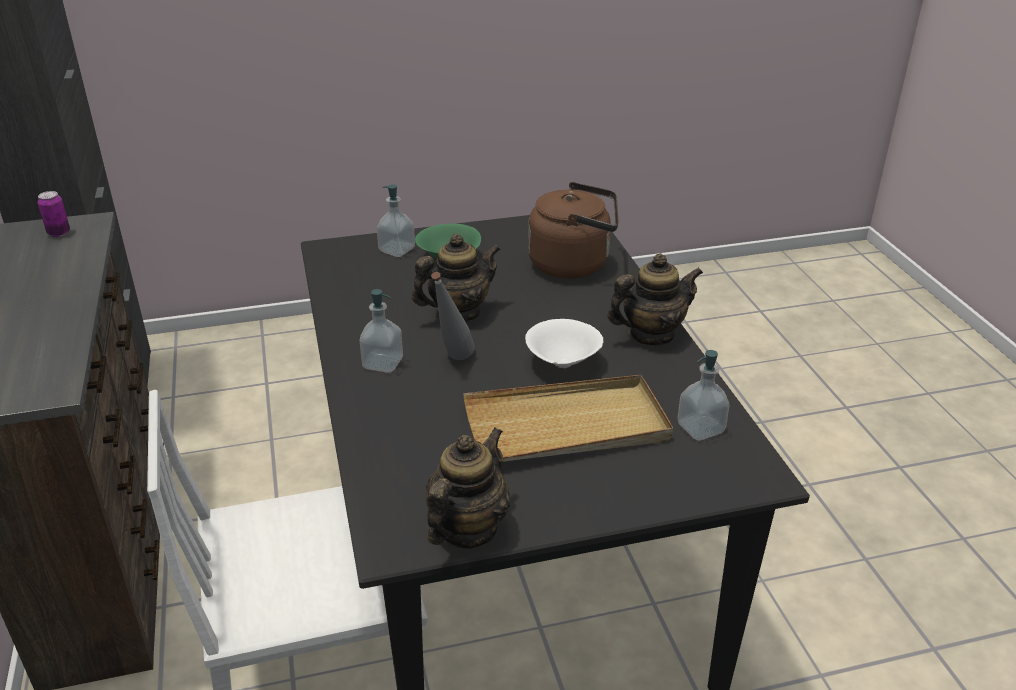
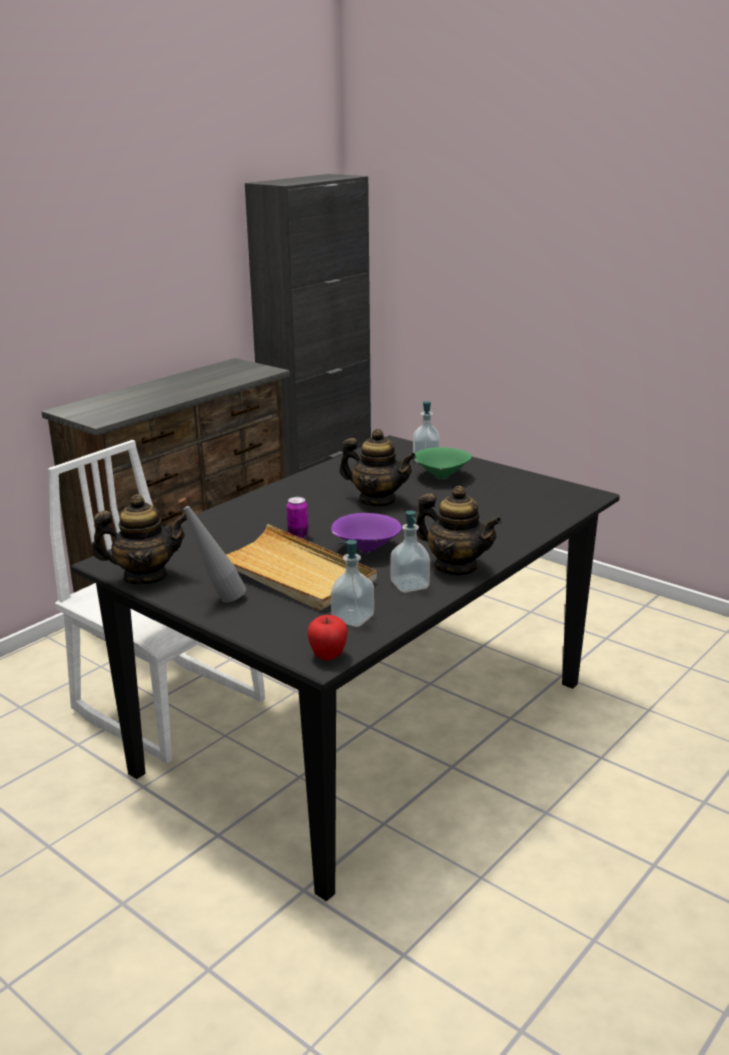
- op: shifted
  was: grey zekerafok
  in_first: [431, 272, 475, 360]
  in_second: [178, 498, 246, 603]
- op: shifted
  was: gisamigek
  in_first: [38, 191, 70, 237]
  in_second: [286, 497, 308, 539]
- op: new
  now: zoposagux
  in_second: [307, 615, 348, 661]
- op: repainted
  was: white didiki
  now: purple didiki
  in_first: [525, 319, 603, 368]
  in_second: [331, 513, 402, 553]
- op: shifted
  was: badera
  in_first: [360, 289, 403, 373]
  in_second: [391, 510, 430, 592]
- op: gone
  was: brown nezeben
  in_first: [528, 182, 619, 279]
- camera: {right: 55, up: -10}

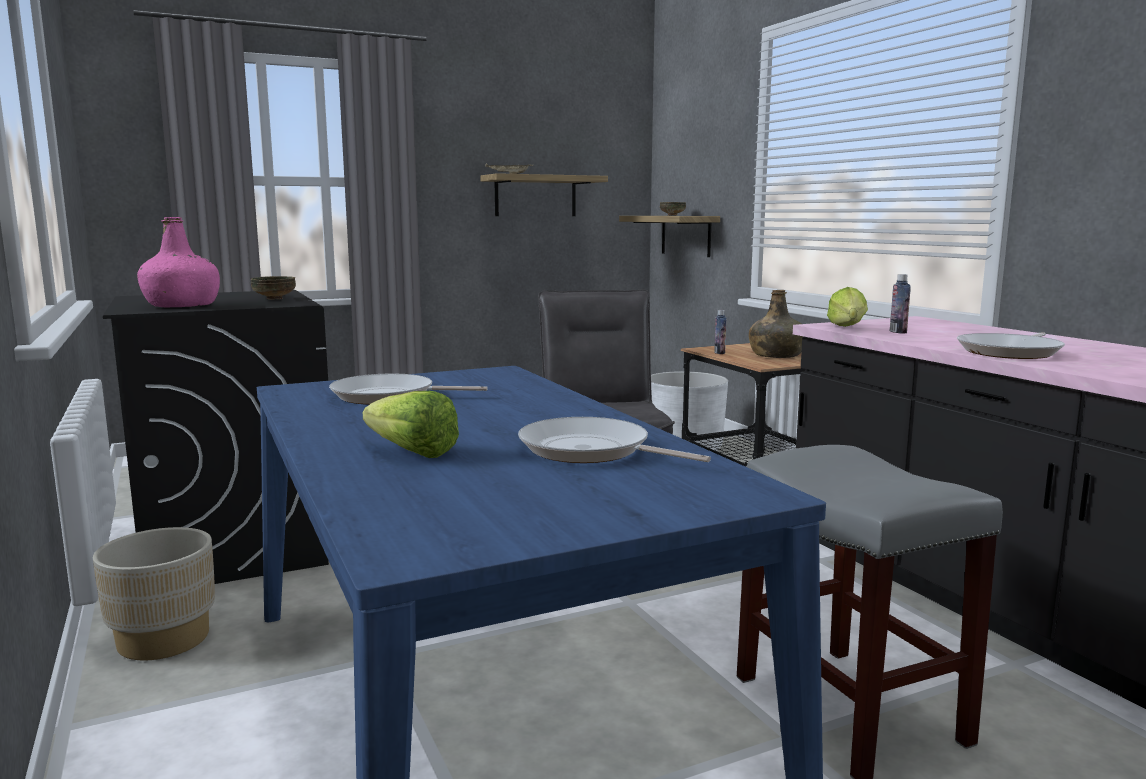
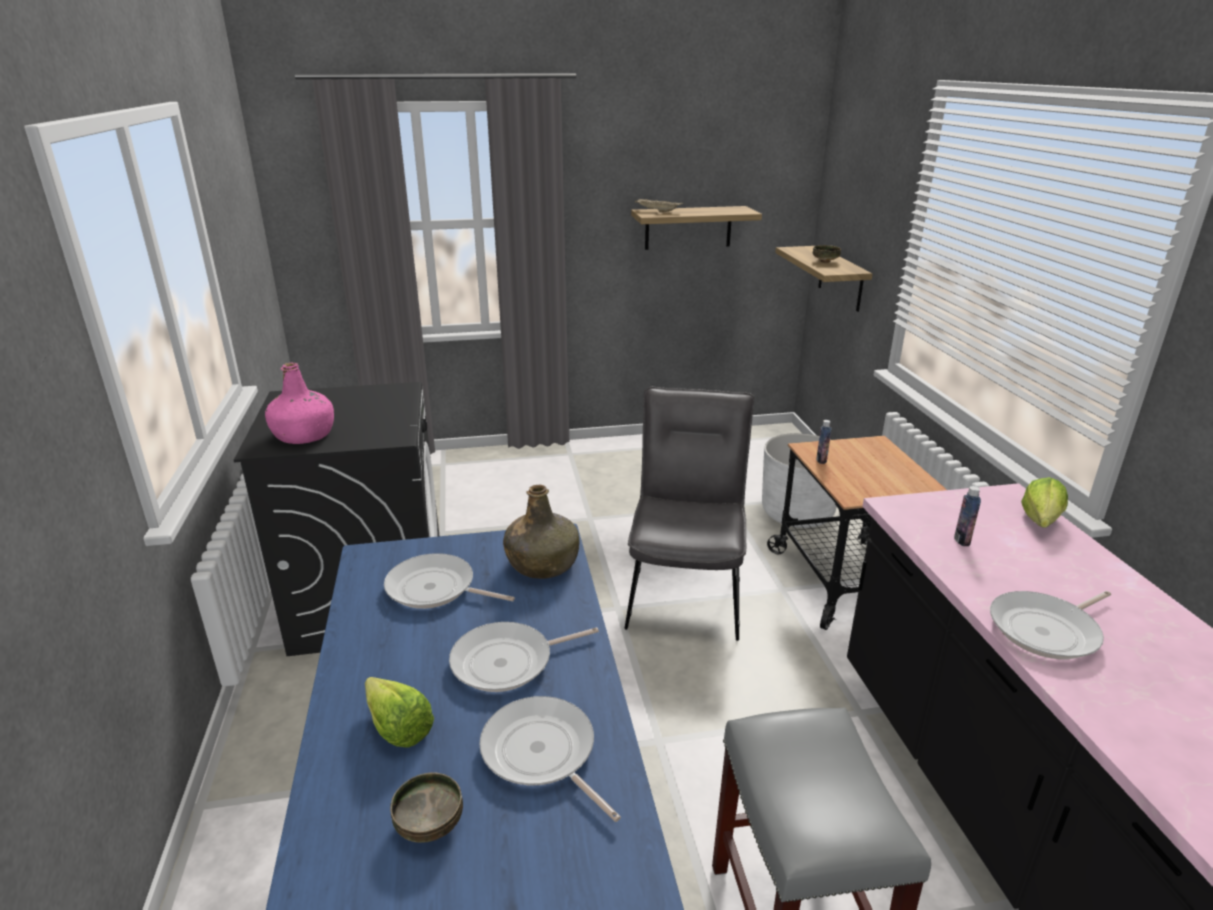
- op: shifted
  was: didiki
  in_first: [251, 276, 296, 300]
  in_second: [390, 773, 463, 843]
- op: new
  now: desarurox
  in_second: [449, 622, 599, 692]
- op: shifted
  was: green zekerafok
  in_first: [749, 290, 804, 358]
  in_second: [503, 485, 579, 579]
- op: shifted
  was: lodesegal
  in_first: [827, 287, 868, 327]
  in_second: [1021, 477, 1068, 528]
- op: gone
  was: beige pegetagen
  in_first: [93, 527, 215, 660]
- camera: {right: 15, up: 15}

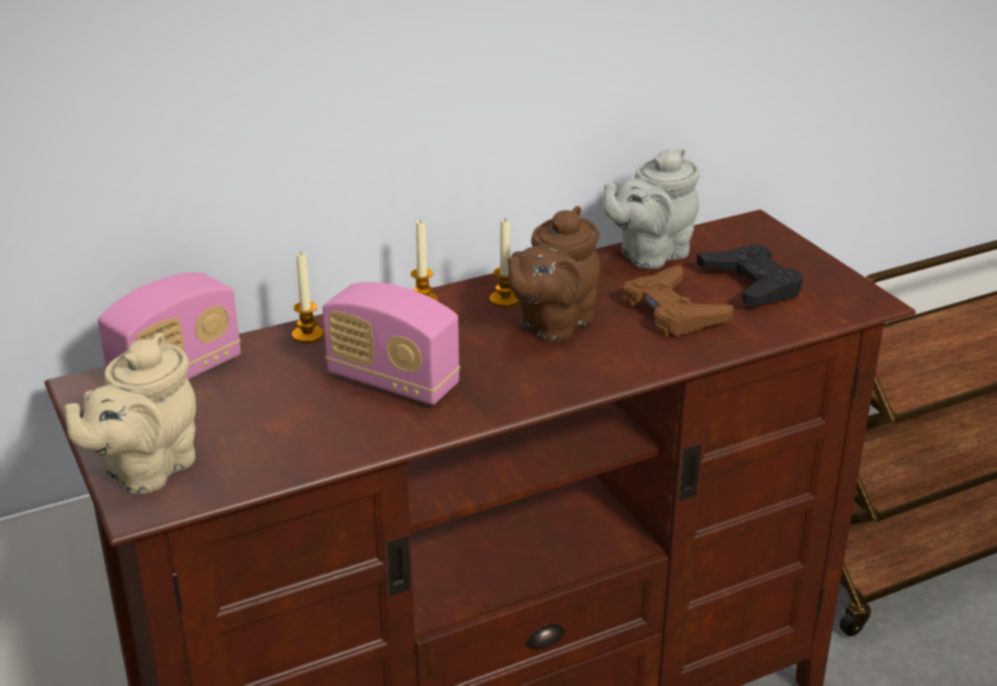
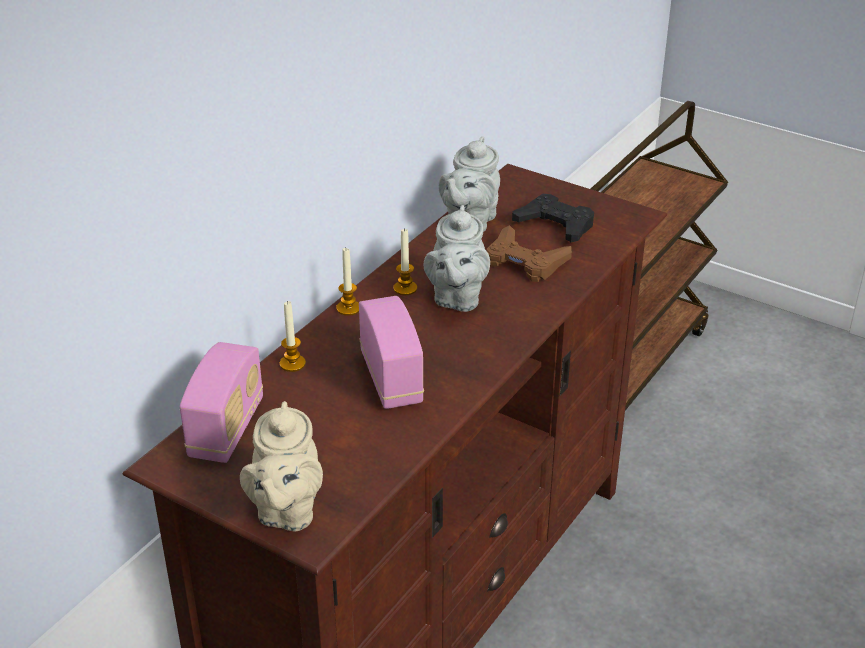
- op: rotated
  was: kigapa
  in_first: [322, 282, 460, 405]
  in_second: [359, 296, 424, 409]
  clockwise: -105
- op: repainted
  was: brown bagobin
  now: grey bagobin
  in_first: [507, 206, 600, 342]
  in_second: [424, 205, 490, 312]
- camera: {right: -30, up: 5}

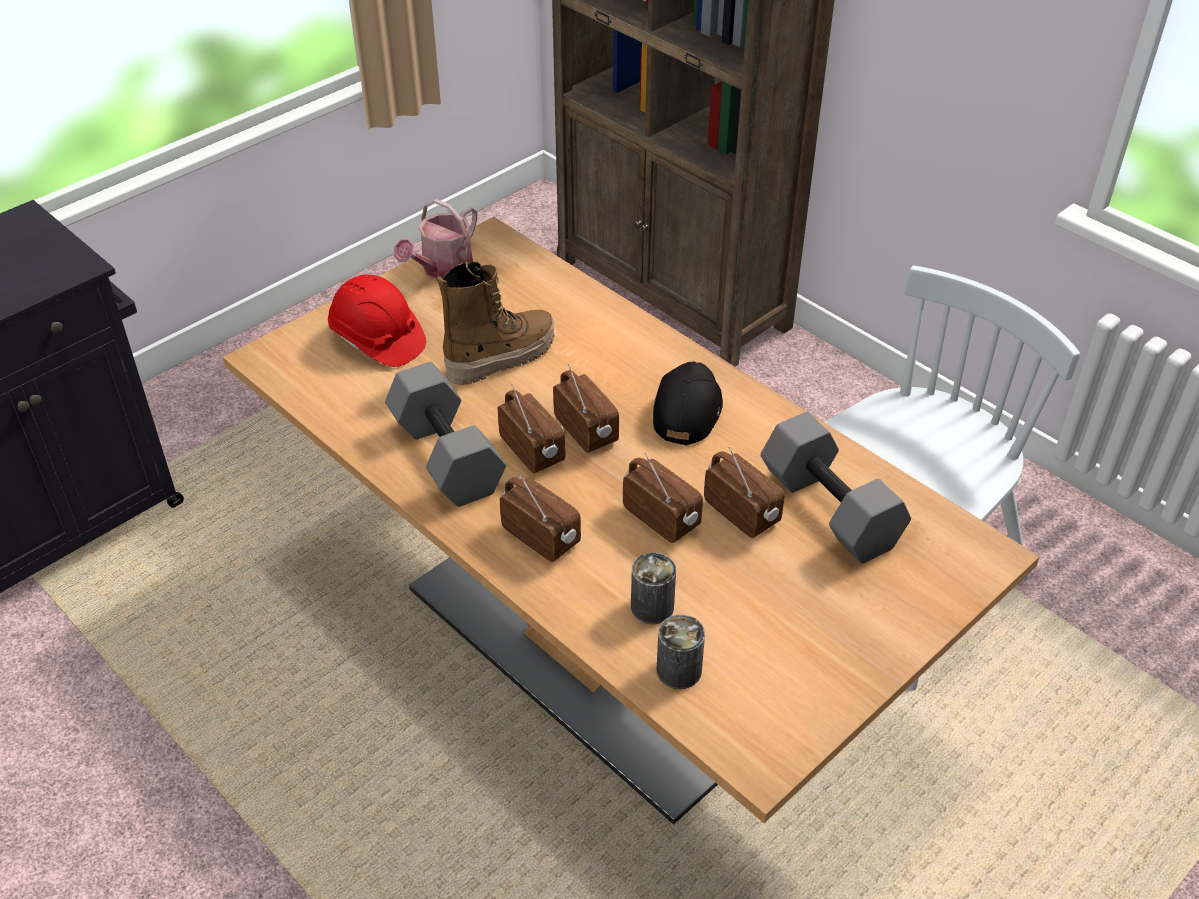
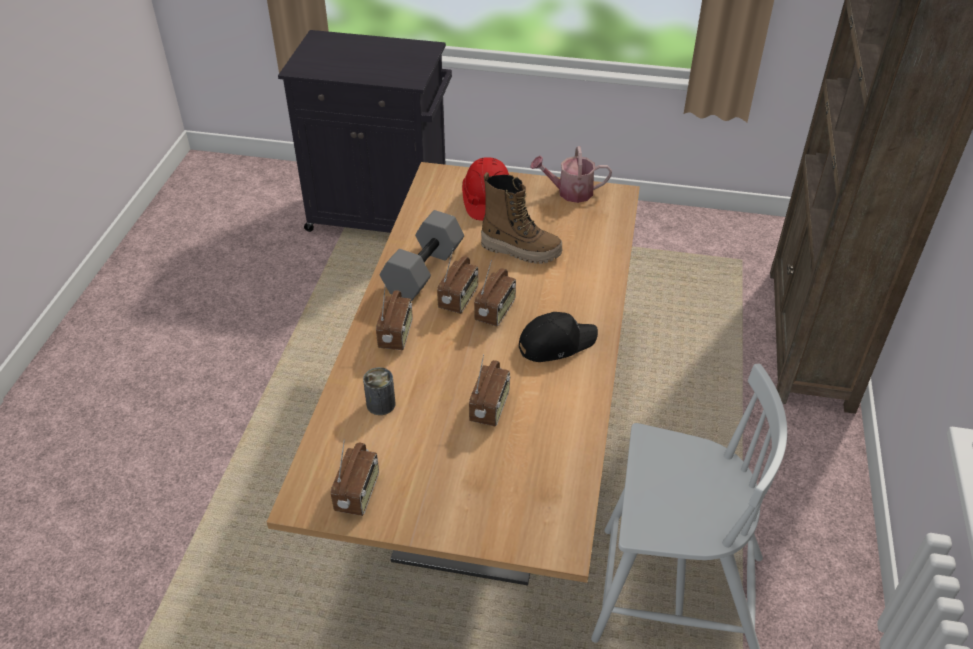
- op: shifted
  was: kigapa
  in_first: [623, 453, 703, 543]
  in_second: [331, 440, 379, 516]
- op: gone
  was: gisamigek
  in_first: [657, 615, 705, 689]
- op: gone
  was: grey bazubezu
  in_first: [761, 412, 911, 564]
- camera: {right: 55, up: 0}

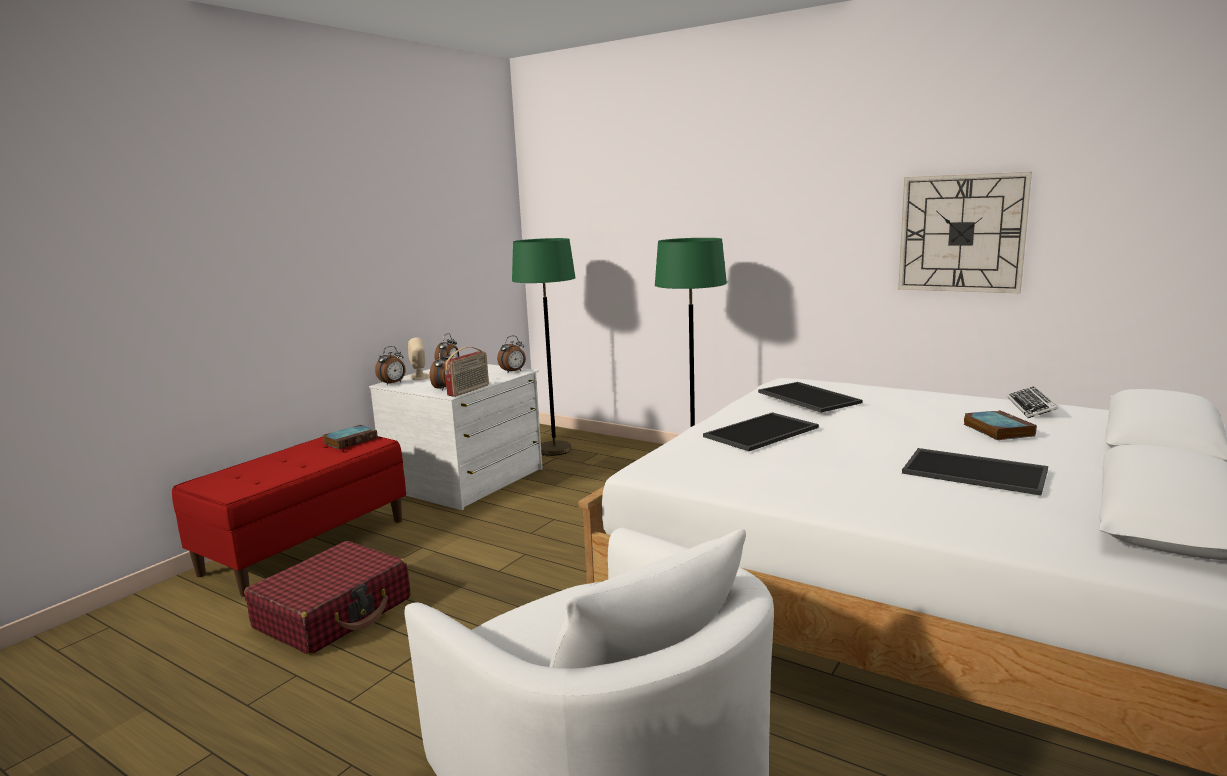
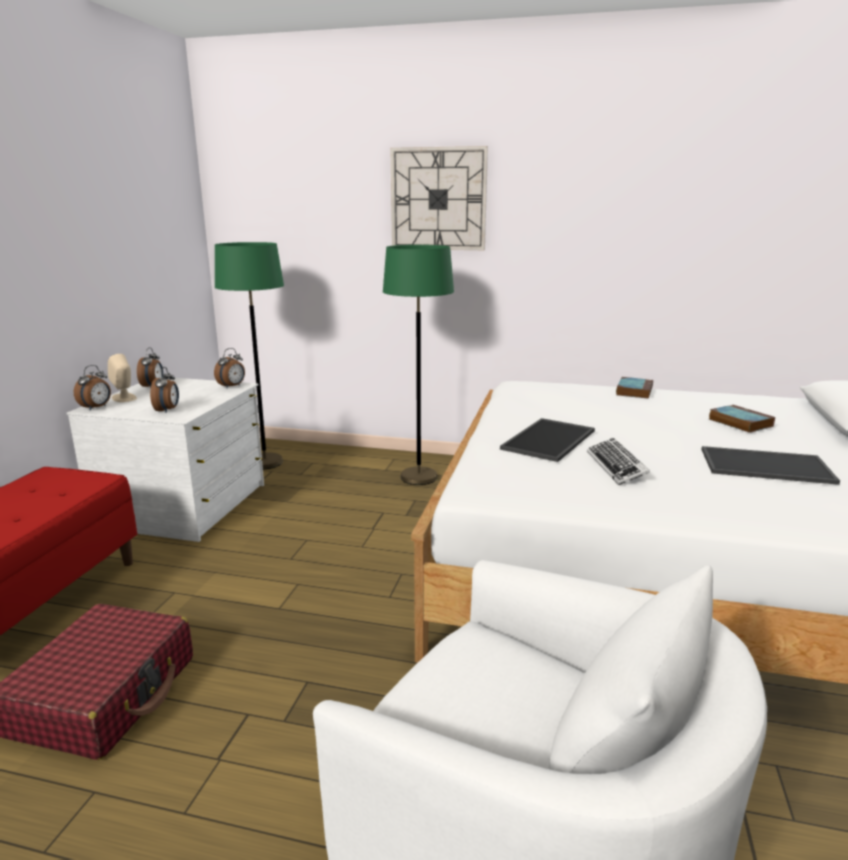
- op: shifted
  was: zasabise
  in_first: [898, 172, 1032, 293]
  in_second: [390, 146, 488, 250]
- op: shifted
  was: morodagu
  in_first: [1008, 386, 1058, 418]
  in_second: [587, 438, 650, 485]
- op: shifted
  was: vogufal
  in_first: [323, 425, 378, 449]
  in_second: [616, 377, 653, 399]
- op: gone
  was: kigapa
  in_first: [444, 347, 489, 397]
- op: gone
  was: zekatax
  in_first: [758, 382, 863, 413]
- camera: {right: -20, up: 5}

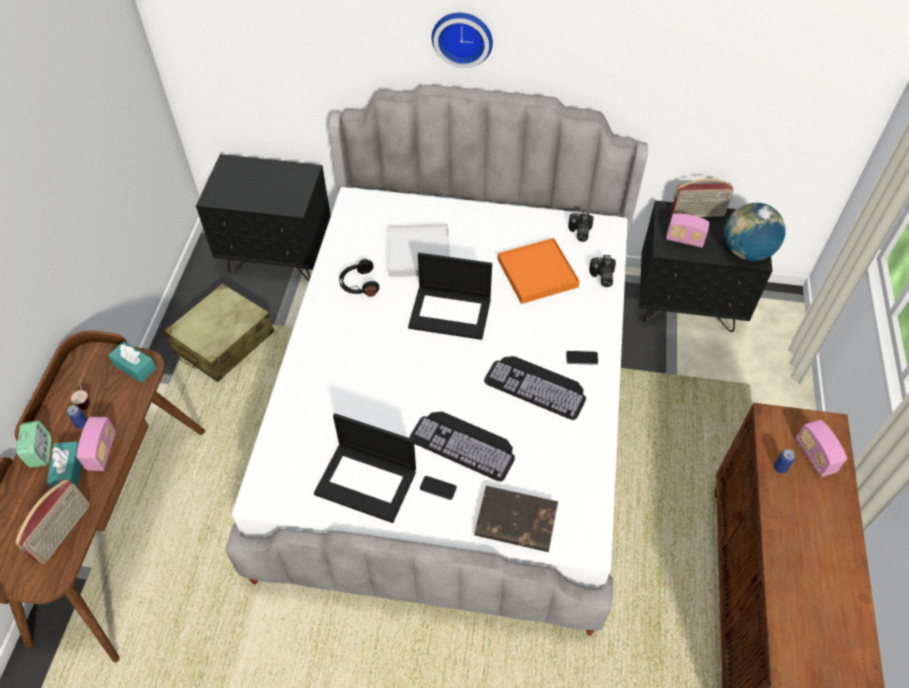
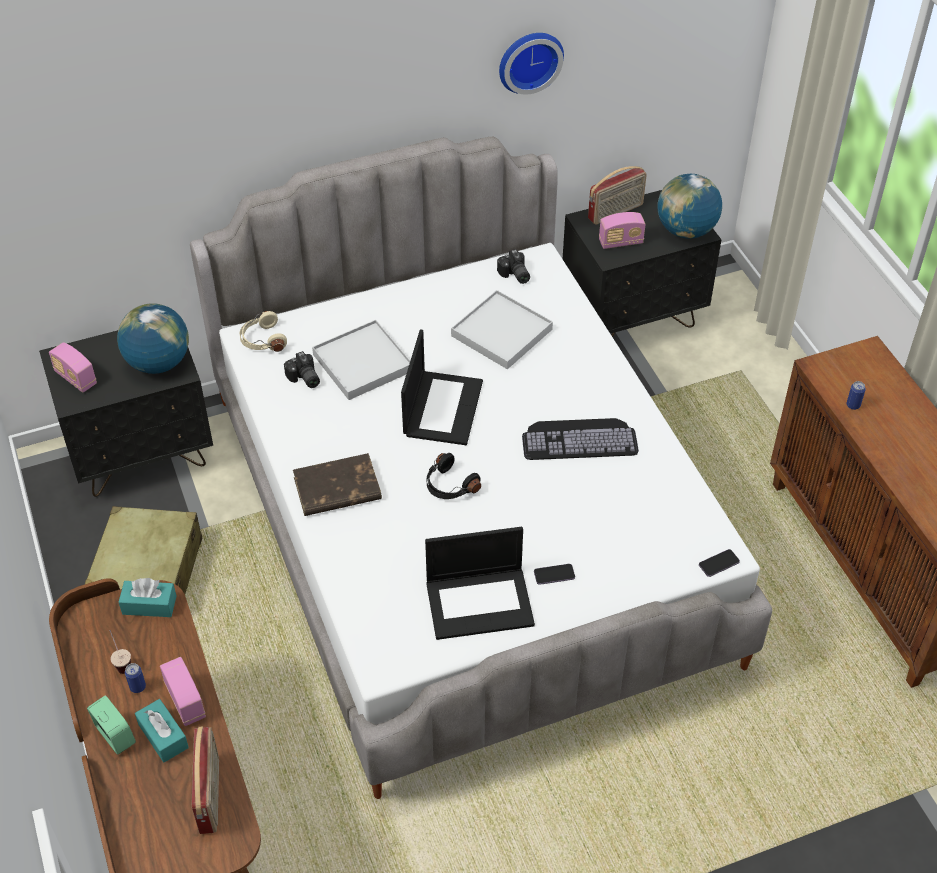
- op: shifted
  was: kigapa
  in_first: [796, 420, 847, 477]
  in_second: [49, 342, 97, 393]
- op: new
  now: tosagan
  in_second: [117, 303, 189, 374]
- op: new
  now: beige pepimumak
  in_second: [239, 311, 287, 352]
- op: shifted
  was: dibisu
  in_first: [589, 255, 616, 287]
  in_second: [284, 351, 320, 388]
- op: shifted
  was: brown vogufal
  in_first: [474, 486, 558, 552]
  in_second: [293, 453, 382, 516]
- op: rotated
  was: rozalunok
  in_first: [408, 253, 492, 340]
  in_second: [401, 330, 483, 445]
  clockwise: -60
- op: shifted
  was: black pepimumak
  in_first: [339, 259, 379, 297]
  in_second: [427, 453, 481, 499]
- op: repainted
  was: orange zekatax
  now: white zekatax
  in_first: [498, 238, 580, 304]
  in_second: [451, 290, 553, 369]
- op: shifted
  was: zasabise
  in_first: [432, 13, 493, 68]
  in_second: [499, 33, 564, 95]
- op: shifted
  was: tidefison
  in_first: [566, 351, 598, 365]
  in_second: [699, 549, 740, 577]
- op: gone
  was: morodagu
  in_first: [409, 412, 515, 482]
- camera: {right: -30, up: -5}

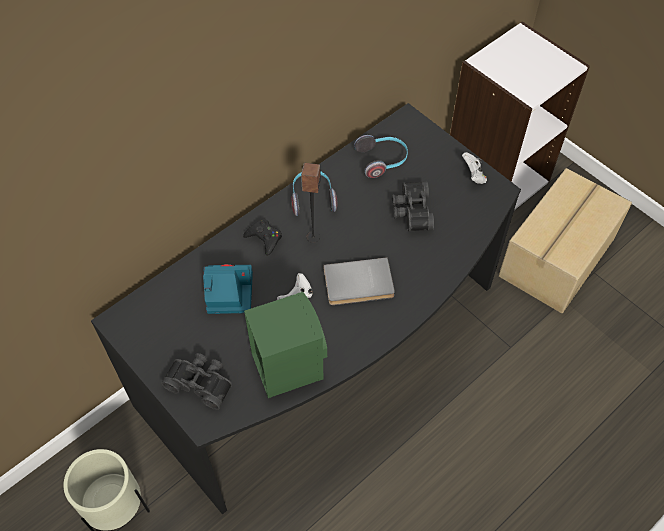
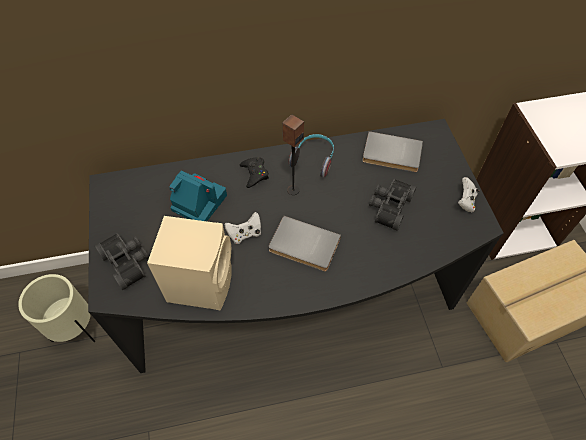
- op: repainted
  was: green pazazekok
  now: beige pazazekok
  in_first: [244, 292, 327, 398]
  in_second: [147, 216, 232, 310]
- op: swapped
  was: pepimumak
  now: grey vogufal
  in_first: [354, 135, 408, 178]
  in_second: [362, 131, 423, 172]
- camera: {right: 30, up: 0}

